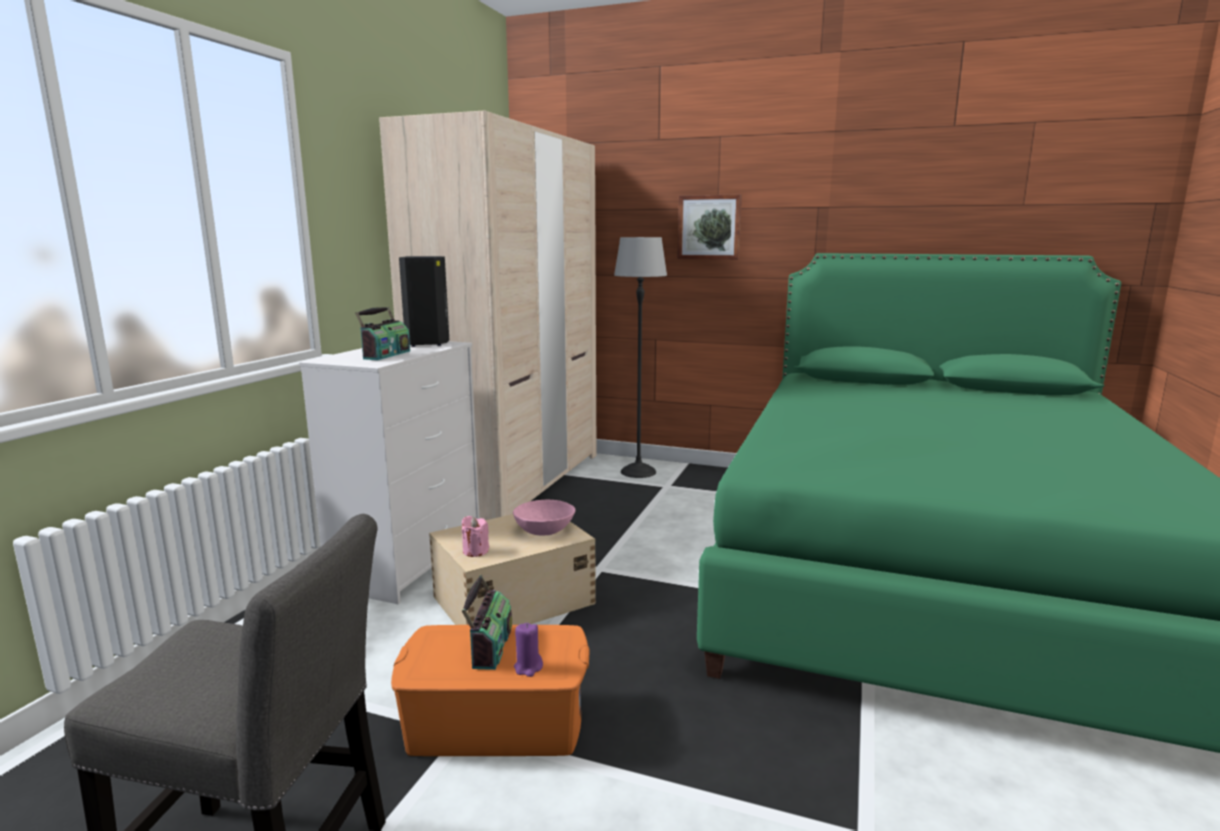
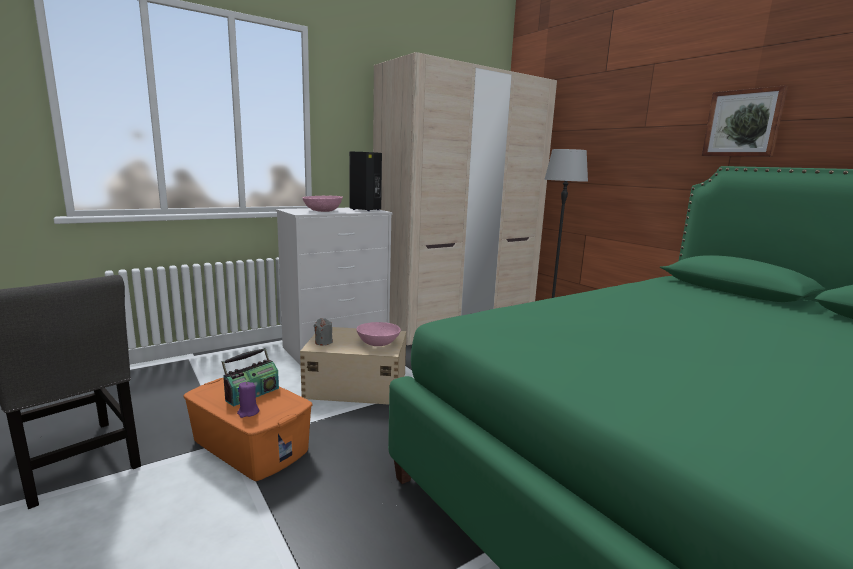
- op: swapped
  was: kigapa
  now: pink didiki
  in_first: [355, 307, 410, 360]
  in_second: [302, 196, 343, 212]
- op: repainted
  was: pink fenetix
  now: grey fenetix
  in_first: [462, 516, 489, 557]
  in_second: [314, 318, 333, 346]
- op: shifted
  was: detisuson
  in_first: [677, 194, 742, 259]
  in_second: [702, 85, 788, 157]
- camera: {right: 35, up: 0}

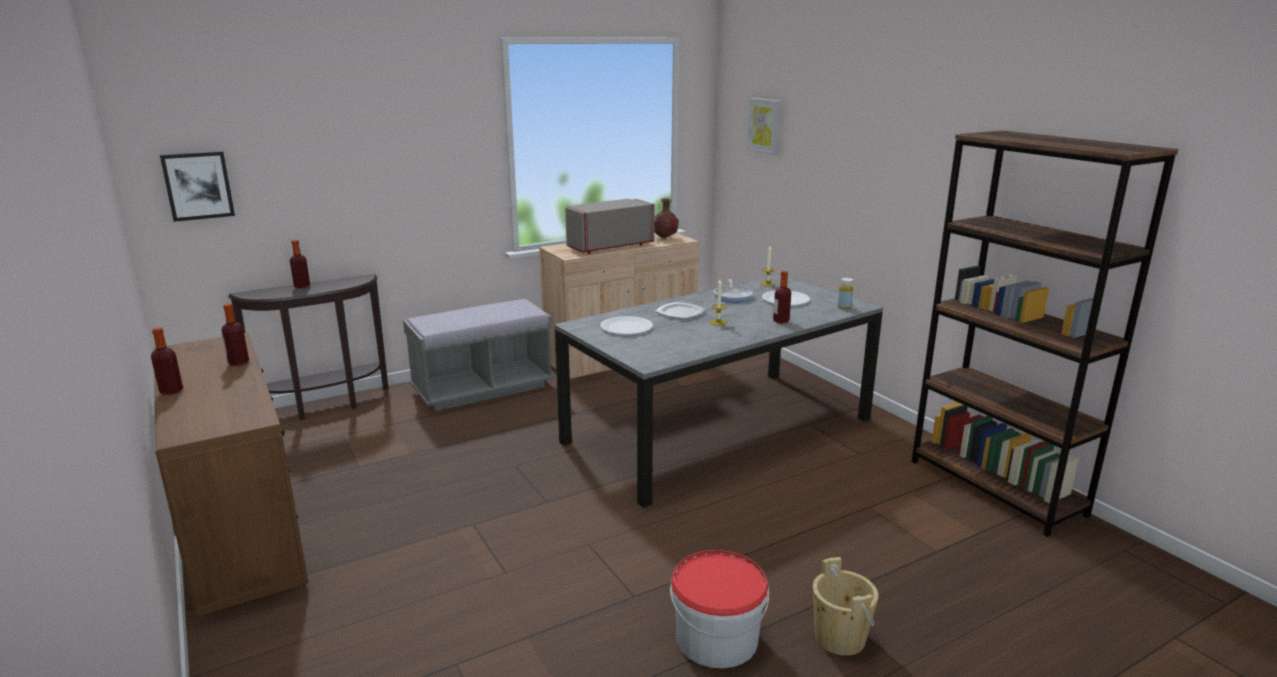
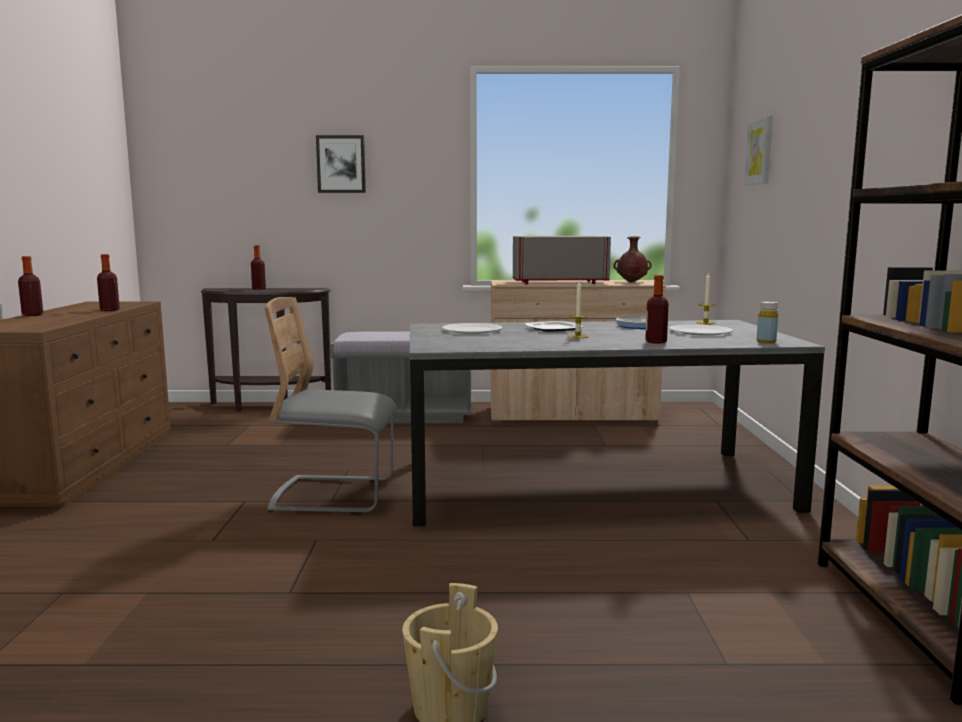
- op: new
  now: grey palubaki
  in_second: [265, 297, 397, 514]
- op: shifted
  was: detisuson
  in_first: [160, 151, 235, 222]
  in_second: [316, 135, 366, 193]
- op: gone
  was: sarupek
  in_first: [670, 550, 769, 668]
- camera: {right: 30, up: -10}

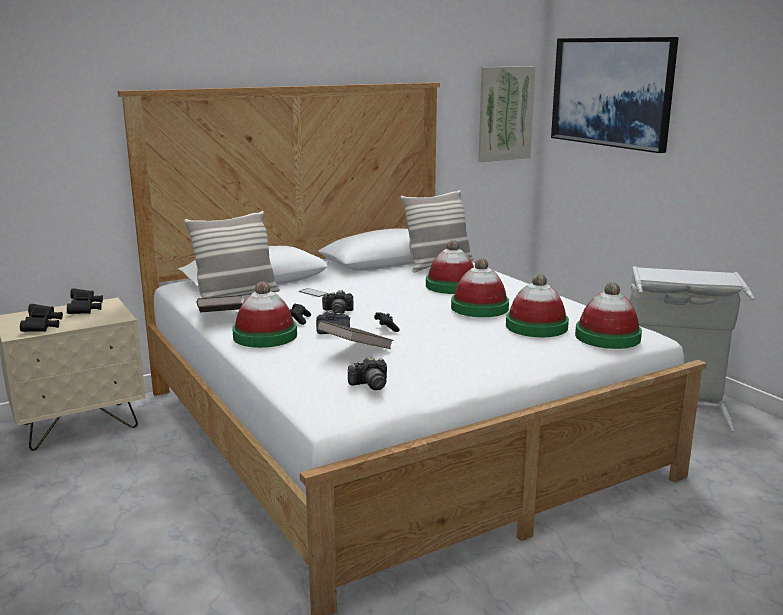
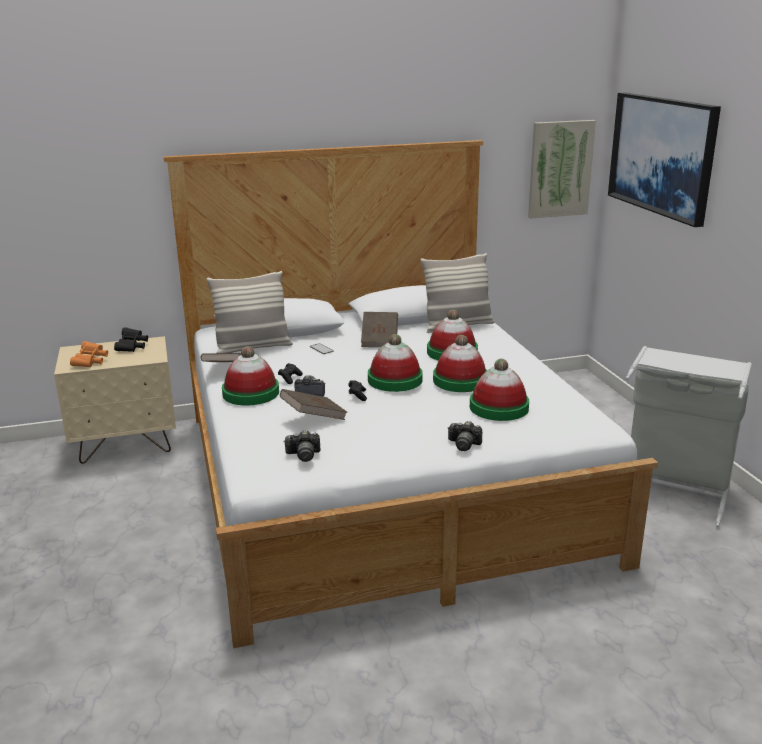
- op: repainted
  was: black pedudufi
  now: orange pedudufi
  in_first: [20, 304, 63, 332]
  in_second: [70, 341, 108, 367]
- op: new
  now: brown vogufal
  in_second: [361, 312, 398, 347]
- op: shifted
  was: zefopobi
  in_first: [575, 282, 642, 349]
  in_second: [368, 334, 423, 392]
- op: shifted
  was: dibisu
  in_first: [321, 290, 354, 314]
  in_second: [448, 421, 482, 451]
- camera: {right: 15, up: 5}

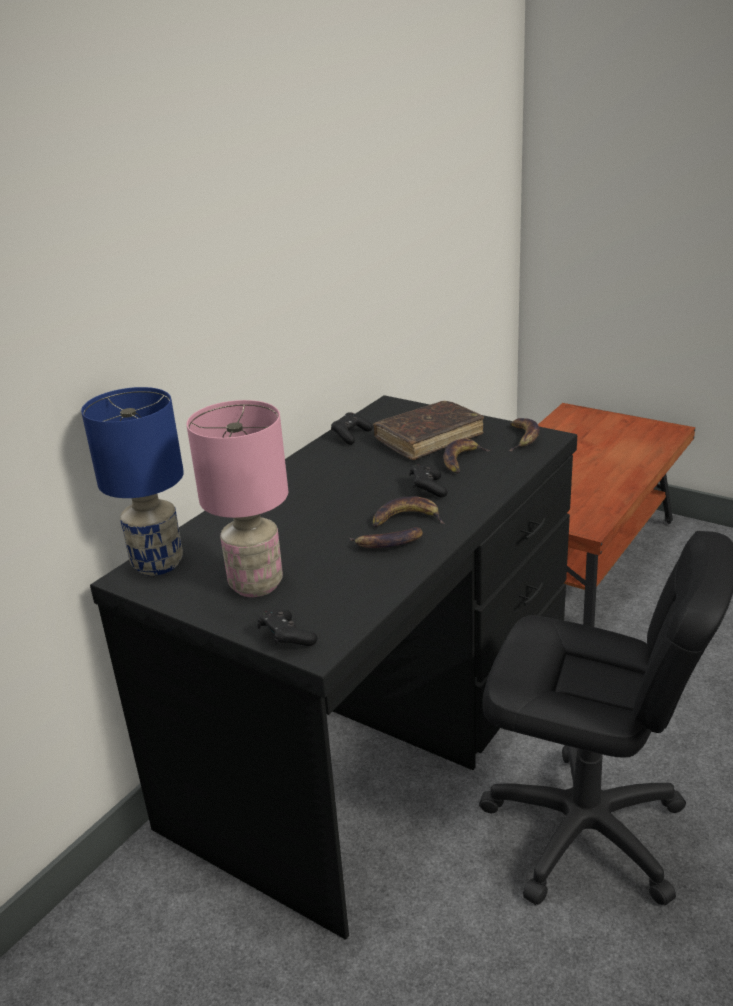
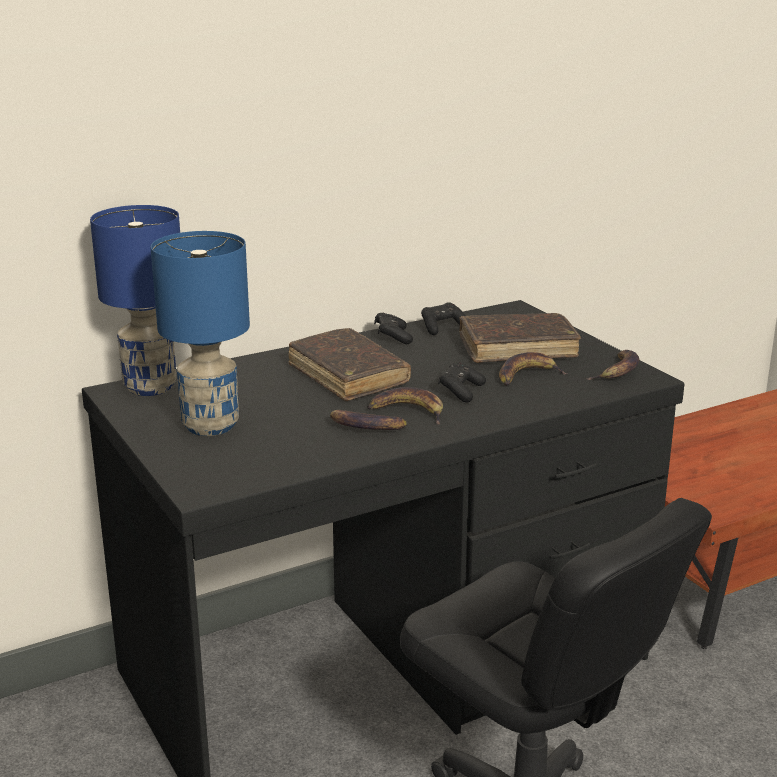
- op: repainted
  was: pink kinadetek
  now: blue kinadetek
  in_first: [187, 400, 288, 597]
  in_second: [150, 231, 250, 436]
- op: new
  now: brown vogufal
  in_second: [289, 328, 411, 401]
- op: shifted
  was: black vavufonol
  in_first: [257, 609, 317, 646]
  in_second: [374, 313, 413, 344]
- camera: {right: 25, up: -5}

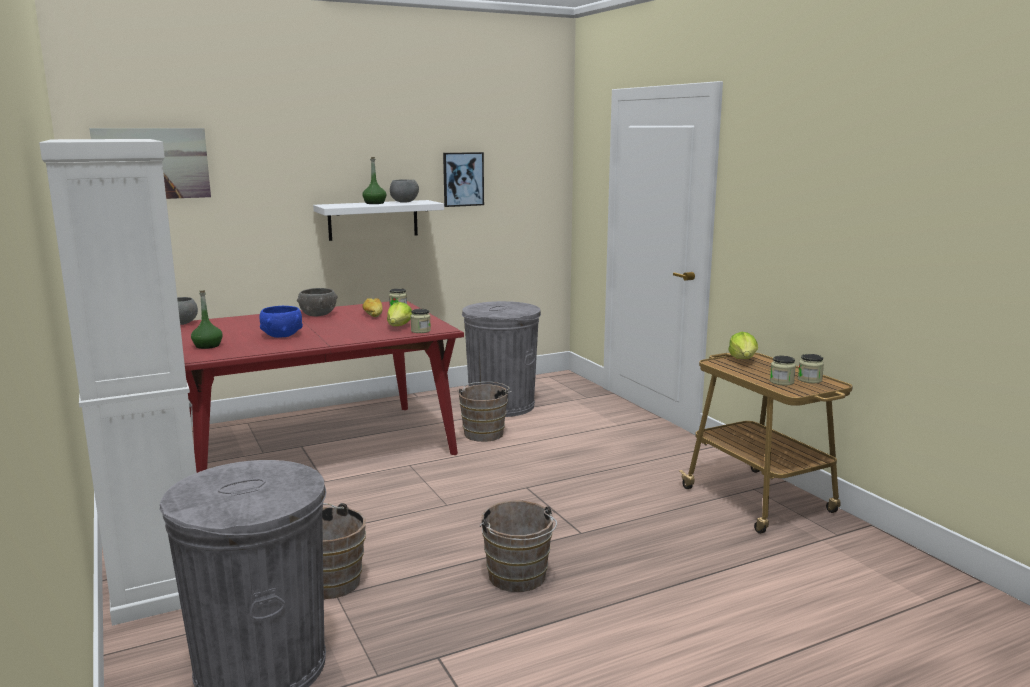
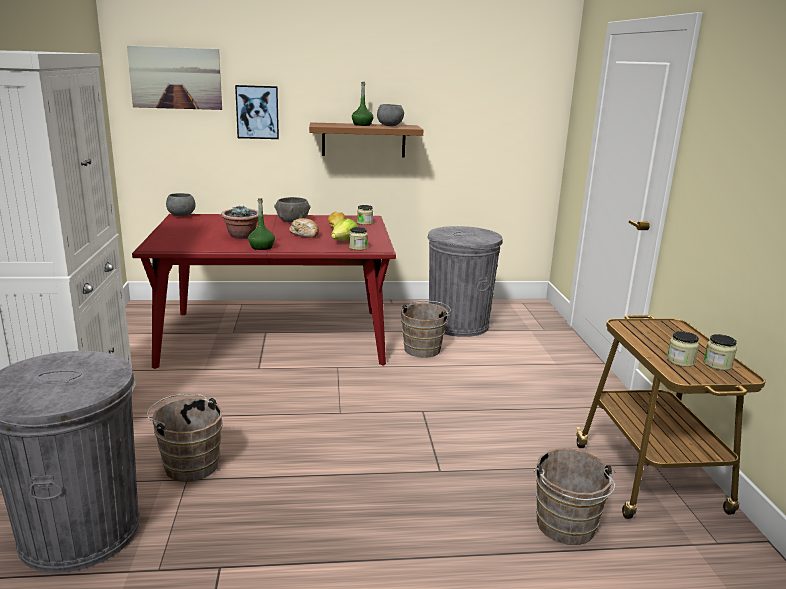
- op: swapped
  was: blue didiki
  now: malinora
  in_first: [259, 306, 303, 338]
  in_second: [221, 205, 258, 239]
- op: shifted
  was: detisuson
  in_first: [443, 152, 484, 207]
  in_second: [235, 85, 279, 139]
- op: shifted
  was: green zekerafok
  in_first: [191, 291, 223, 349]
  in_second: [248, 198, 275, 250]
- op: new
  now: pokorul
  in_second: [289, 218, 319, 238]
- op: repainted
  was: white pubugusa
  now: brown pubugusa
  in_first: [313, 200, 444, 241]
  in_second: [309, 122, 424, 158]
- op: shifted
  was: brown sarupek
  in_first: [480, 501, 557, 592]
  in_second: [533, 448, 615, 545]
- op: gone
  was: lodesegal
  in_first: [728, 332, 758, 359]
- camera: {right: 20, up: 5}

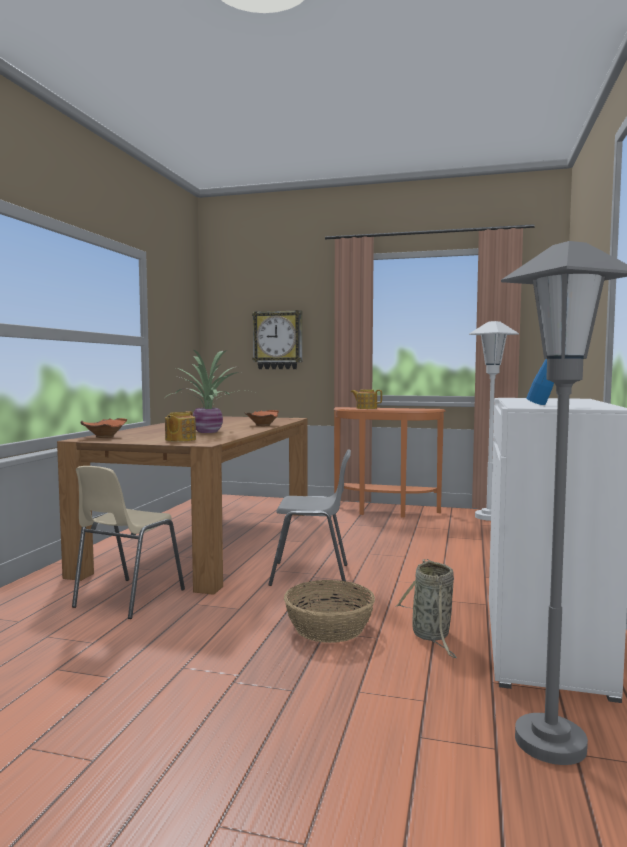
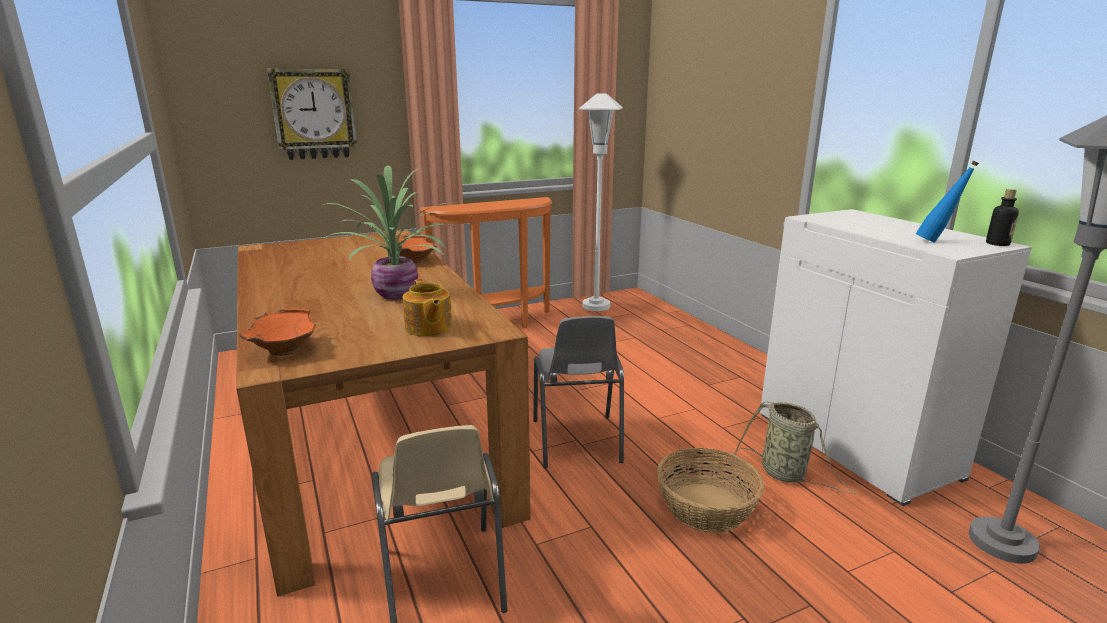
- op: rotated
  was: grey palubaki
  in_first: [268, 449, 351, 587]
  in_second: [533, 316, 624, 468]
  clockwise: 120
- op: new
  now: zekerafok
  in_second: [986, 189, 1019, 246]
- op: gone
  was: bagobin
  in_first: [351, 389, 382, 409]
- camera: {right: -40, up: 15}

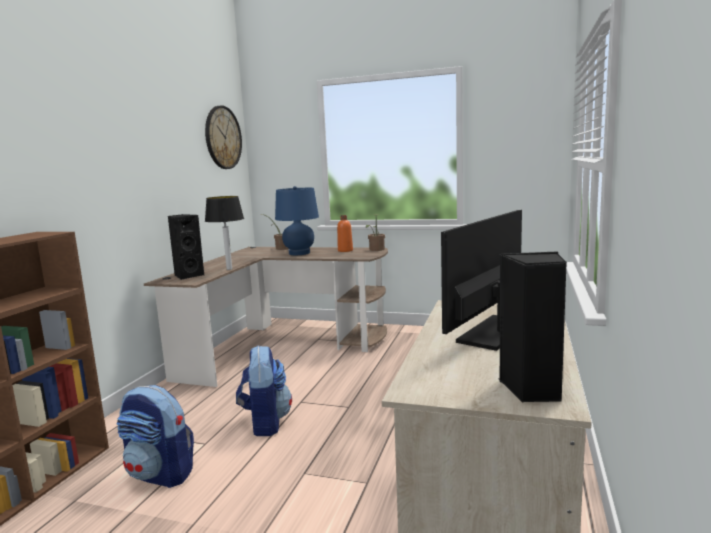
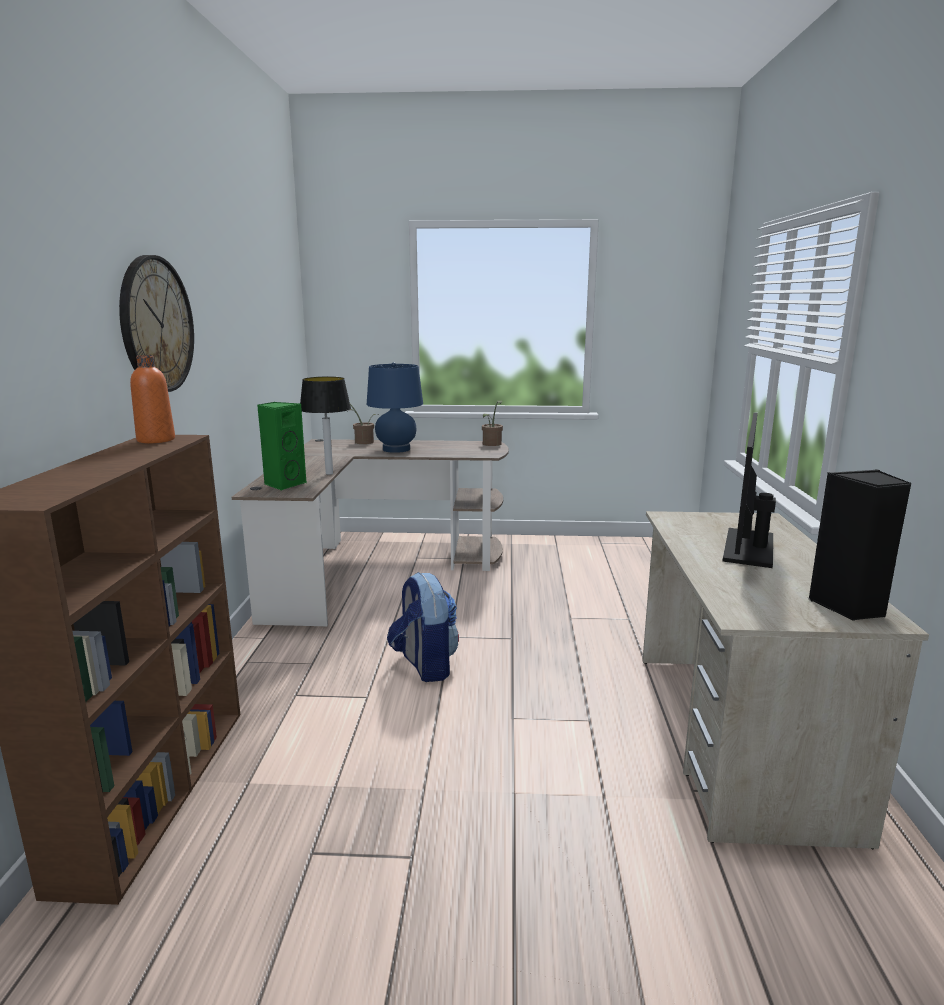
- op: shifted
  was: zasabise
  in_first: [205, 106, 242, 169]
  in_second: [119, 255, 194, 392]
- op: shifted
  was: orange zekerafok
  in_first: [337, 215, 353, 252]
  in_second: [130, 355, 175, 443]
- op: repainted
  was: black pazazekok
  now: green pazazekok
  in_first: [167, 214, 204, 280]
  in_second: [257, 402, 306, 490]
- op: gone
  was: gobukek
  in_first: [117, 385, 194, 488]
- camera: {right: -15, up: 5}

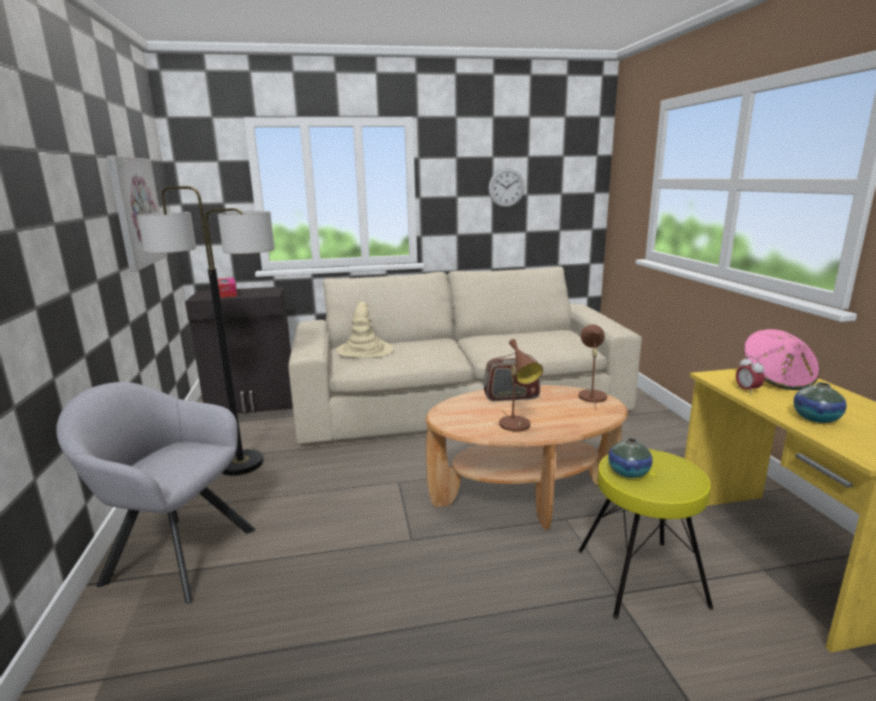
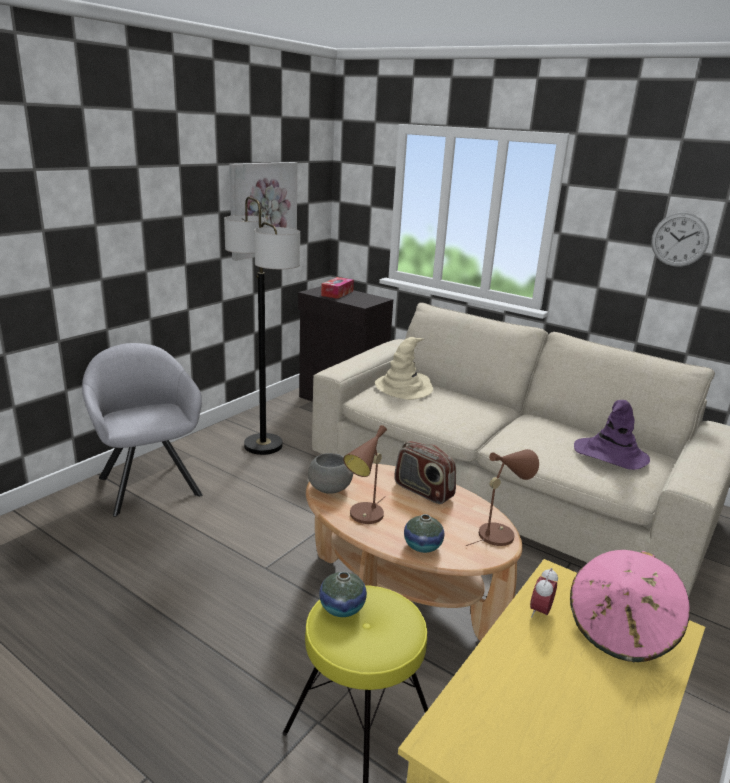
- op: new
  now: grey didiki
  in_second: [308, 453, 353, 494]
- op: shifted
  was: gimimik
  in_first: [794, 382, 847, 423]
  in_second: [404, 514, 444, 553]
- op: new
  now: purple zefopobi
  in_second: [574, 400, 650, 470]
- camera: {right: 45, up: 5}

